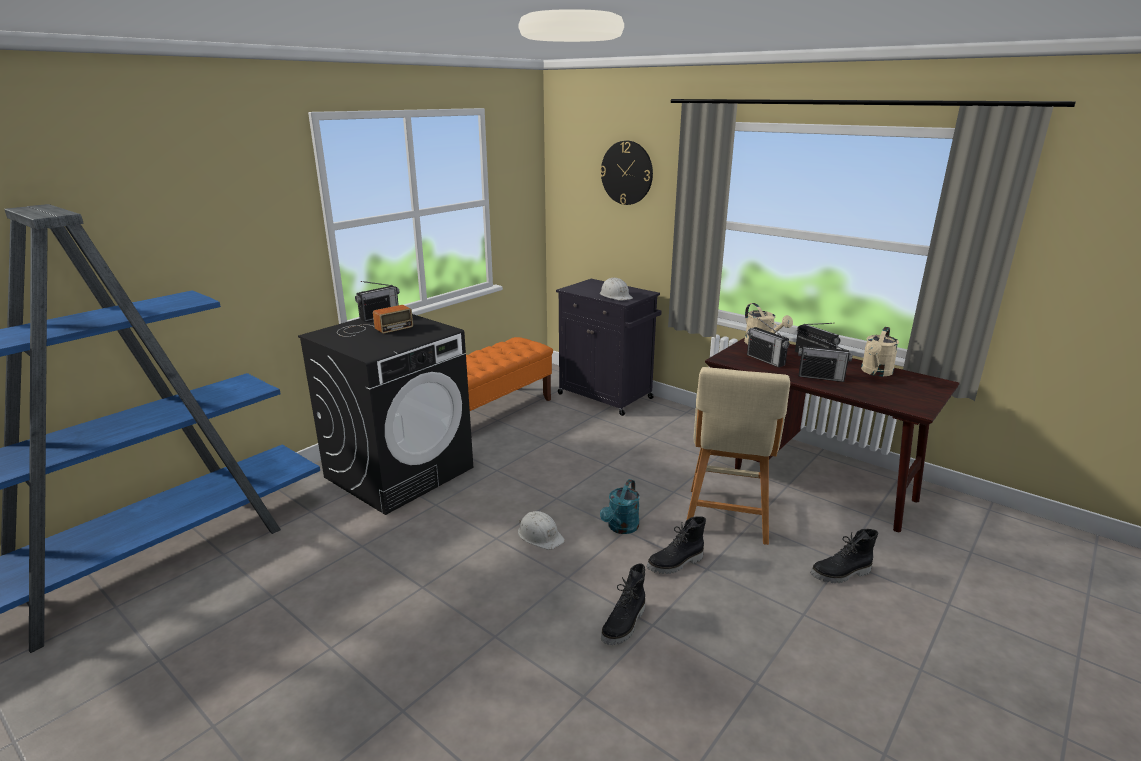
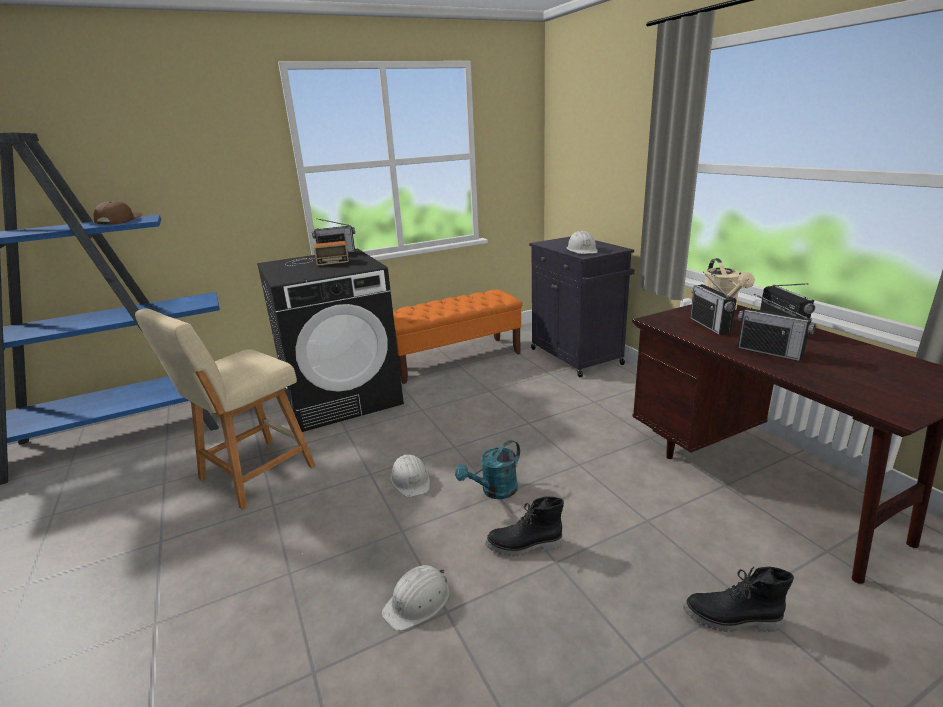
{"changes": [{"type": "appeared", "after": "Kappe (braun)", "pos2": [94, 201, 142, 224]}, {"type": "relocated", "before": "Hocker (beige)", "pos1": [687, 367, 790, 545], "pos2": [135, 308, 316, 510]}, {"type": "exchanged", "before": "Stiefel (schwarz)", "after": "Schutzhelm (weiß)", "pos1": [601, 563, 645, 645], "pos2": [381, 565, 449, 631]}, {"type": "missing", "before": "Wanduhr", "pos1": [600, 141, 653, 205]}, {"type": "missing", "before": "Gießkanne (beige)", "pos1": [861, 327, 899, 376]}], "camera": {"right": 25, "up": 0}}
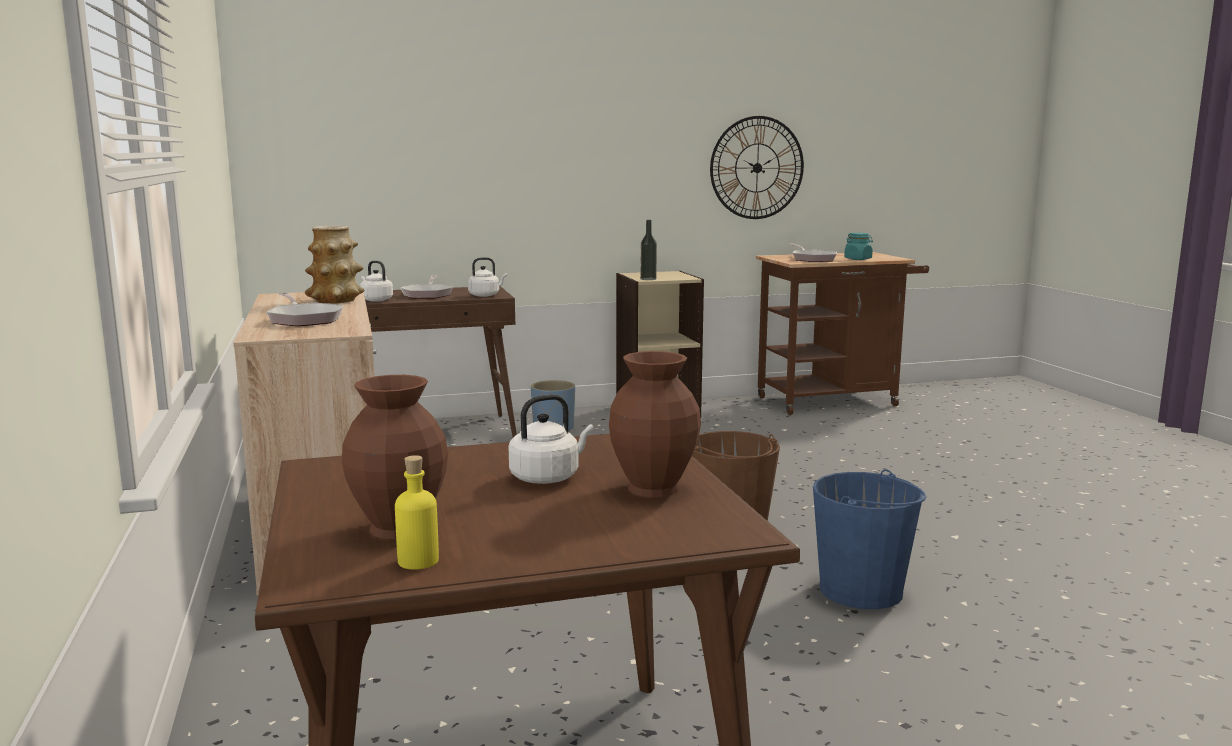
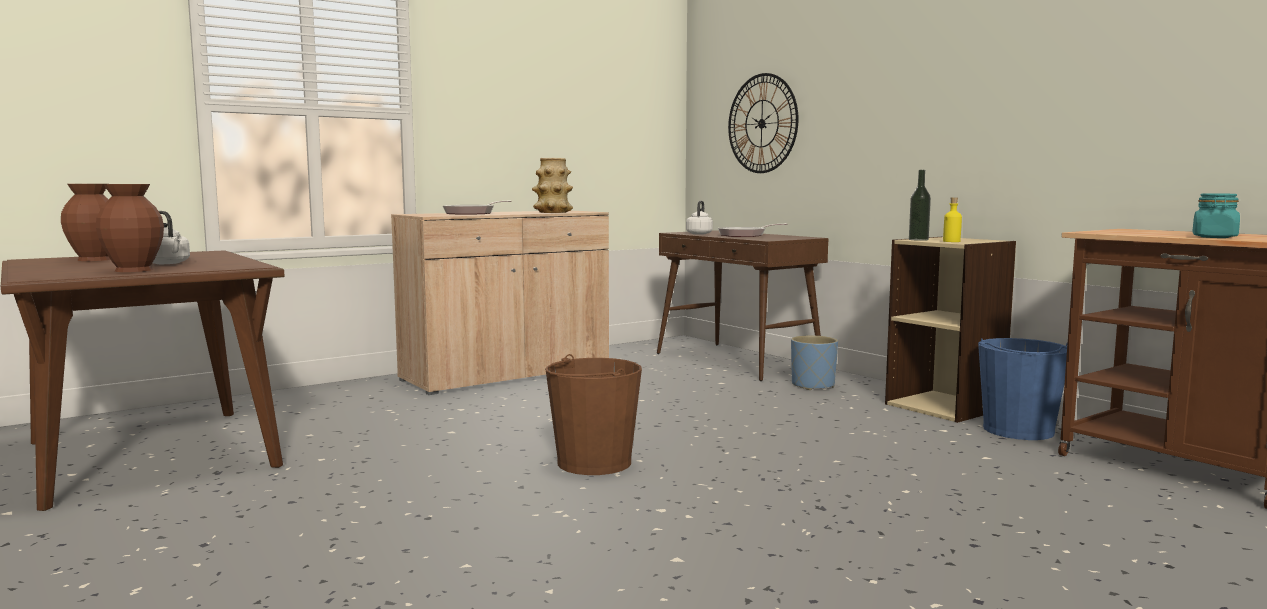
{"changes": [{"type": "relocated", "before": "Wanduhr", "pos1": [710, 116, 804, 219], "pos2": [728, 73, 798, 173]}, {"type": "relocated", "before": "Flasche (gelb)", "pos1": [395, 455, 439, 570], "pos2": [943, 197, 962, 242]}, {"type": "relocated", "before": "Eimer (blau)", "pos1": [813, 469, 926, 609], "pos2": [978, 338, 1068, 440]}, {"type": "missing", "before": "Wasserkessel (weiß)", "pos1": [468, 257, 507, 297]}, {"type": "missing", "before": "Pfanne", "pos1": [789, 244, 837, 262]}], "camera": {"right": 70, "up": -5}}
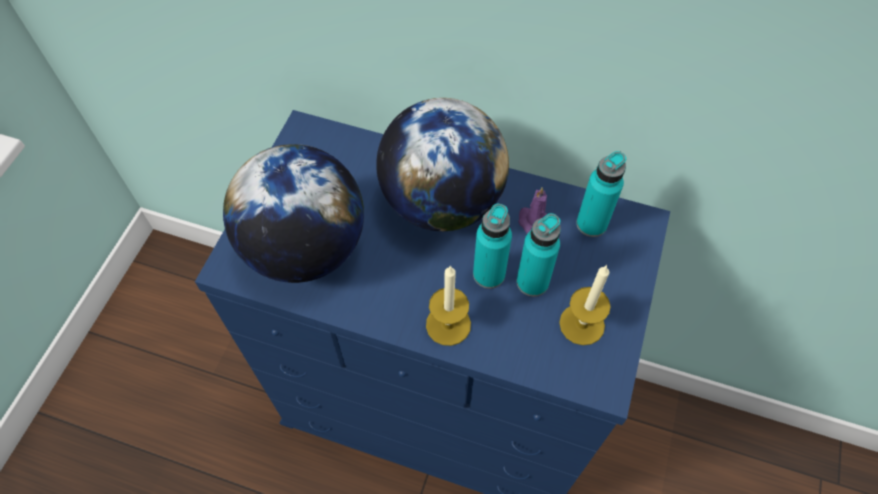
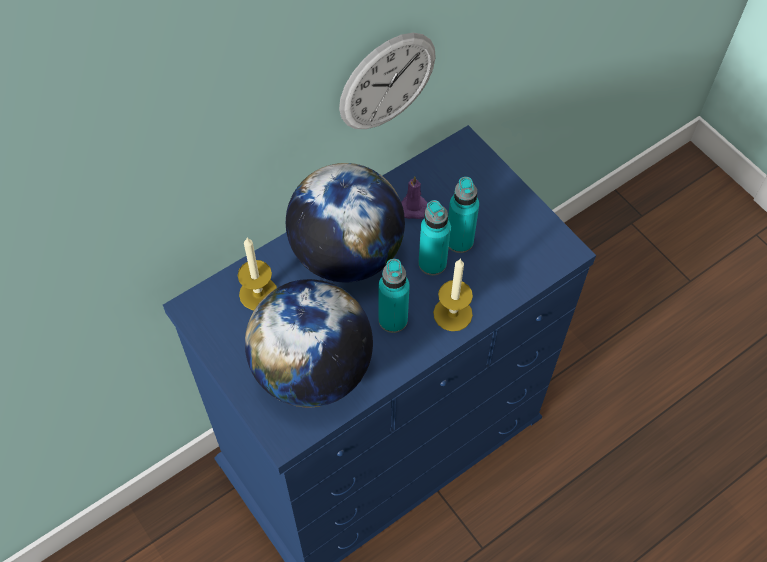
{"changes": [{"type": "relocated", "before": "Kerze", "pos1": [559, 265, 611, 345], "pos2": [238, 238, 277, 310]}, {"type": "appeared", "after": "Wanduhr", "pos2": [339, 33, 436, 129]}, {"type": "relocated", "before": "Flasche (türkis)", "pos1": [576, 151, 626, 237], "pos2": [378, 259, 410, 333]}], "camera": {"right": -55, "up": 0}}
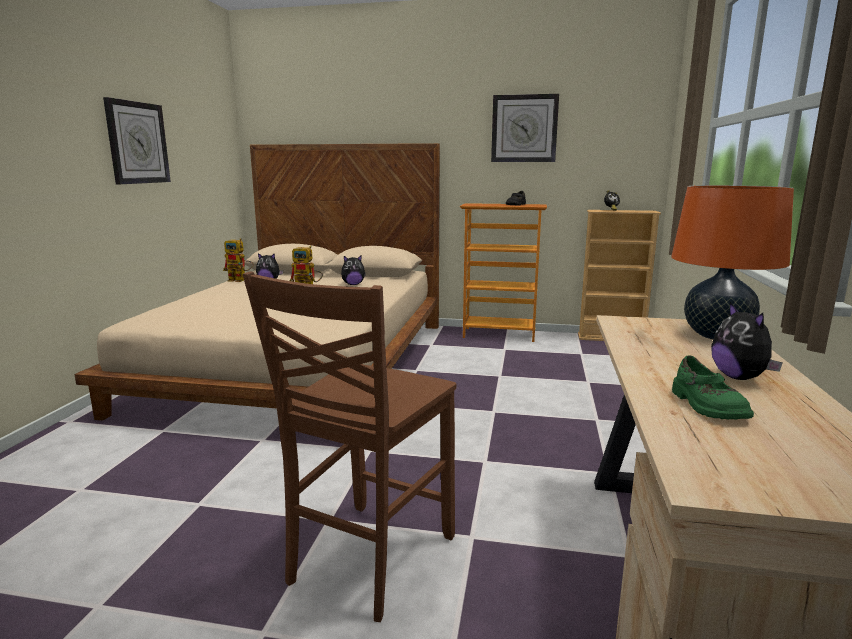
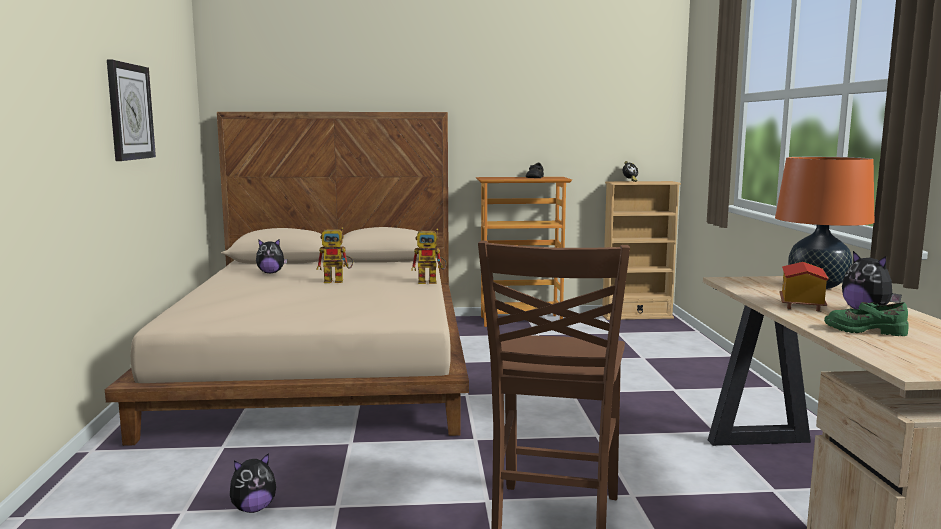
{"changes": [{"type": "relocated", "before": "Plüschtier", "pos1": [341, 255, 366, 285], "pos2": [230, 453, 276, 513]}, {"type": "relocated", "before": "Spielzeugroboter", "pos1": [223, 238, 254, 282], "pos2": [411, 229, 447, 284]}, {"type": "appeared", "after": "Spielzeughaus", "pos2": [779, 262, 829, 311]}, {"type": "spun", "before": "Schuh (grün)", "pos1": [672, 355, 754, 420], "pos2": [824, 302, 909, 336], "turn": 135}, {"type": "missing", "before": "Wanduhr", "pos1": [491, 94, 559, 162]}], "camera": {"right": -15, "up": -5}}
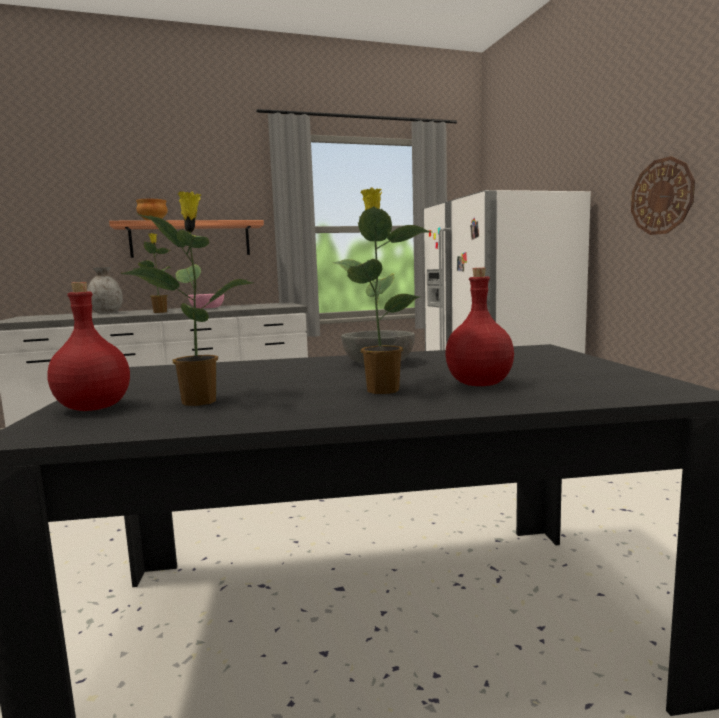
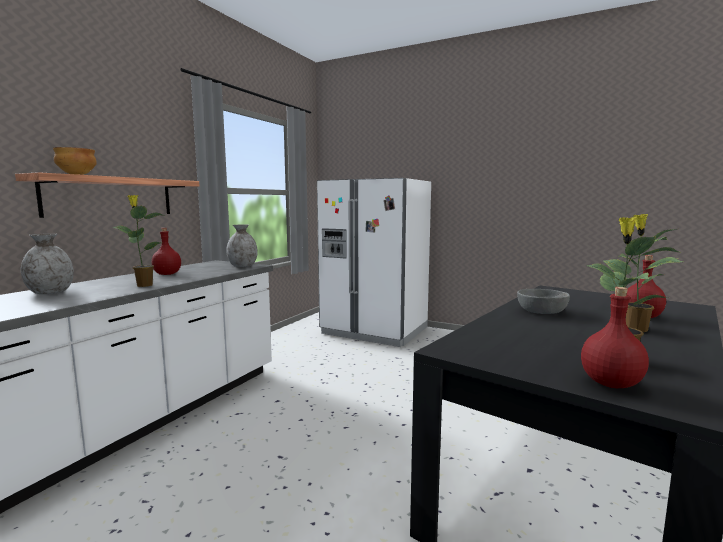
{"changes": [{"type": "exchanged", "before": "Schüssel (rosa)", "after": "Flasche (rot)", "pos1": [188, 294, 224, 308], "pos2": [152, 228, 181, 275]}, {"type": "appeared", "after": "Vase (grau)", "pos2": [226, 224, 258, 267]}, {"type": "missing", "before": "Wanduhr", "pos1": [631, 156, 695, 235]}], "camera": {"right": -45, "up": 0}}
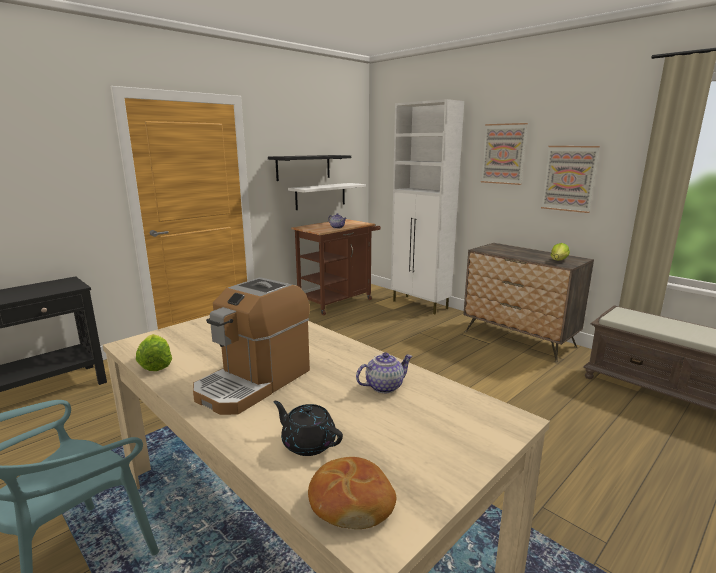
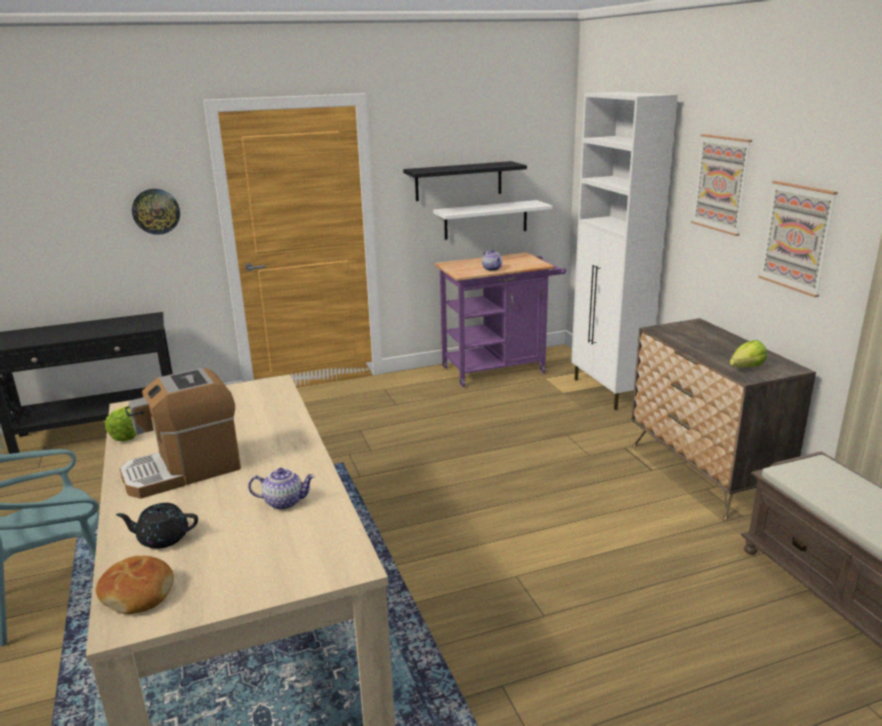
{"changes": [{"type": "spun", "before": "Teekanne (schwarz)", "pos1": [273, 401, 343, 456], "pos2": [116, 503, 198, 549], "turn": -60}, {"type": "appeared", "after": "Wanduhr", "pos2": [132, 189, 180, 235]}, {"type": "colour", "before": "Rollwagen (braun)", "after": "Rollwagen (lila)", "pos1": [291, 219, 381, 315], "pos2": [435, 252, 566, 387]}], "camera": {"right": 25, "up": 5}}
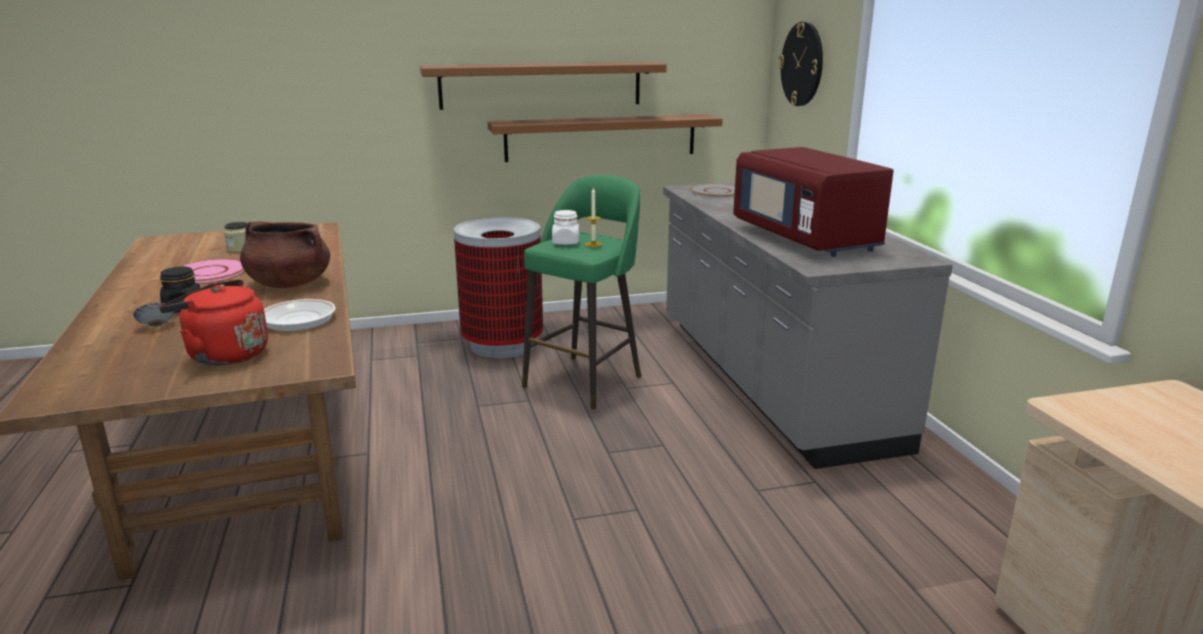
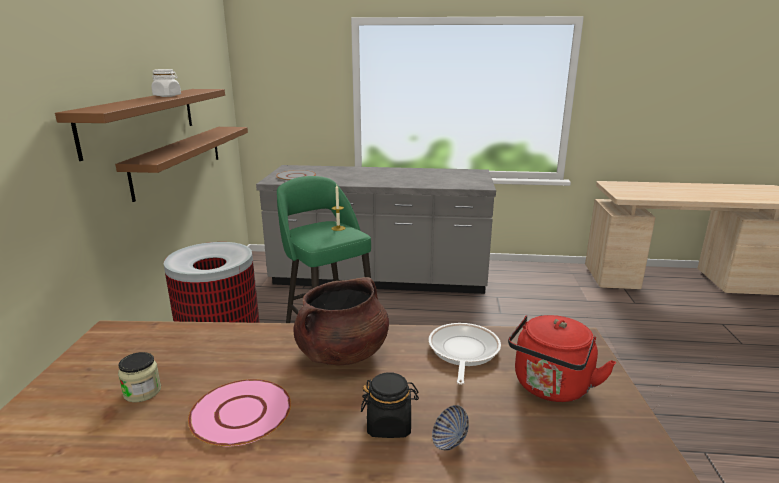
{"changes": [{"type": "relocated", "before": "Vorratsglas (weiß)", "pos1": [552, 210, 579, 245], "pos2": [151, 69, 181, 97]}, {"type": "missing", "before": "Mikrowelle (rot)", "pos1": [733, 147, 894, 257]}, {"type": "missing", "before": "Wanduhr", "pos1": [779, 22, 823, 106]}], "camera": {"right": -70, "up": 0}}
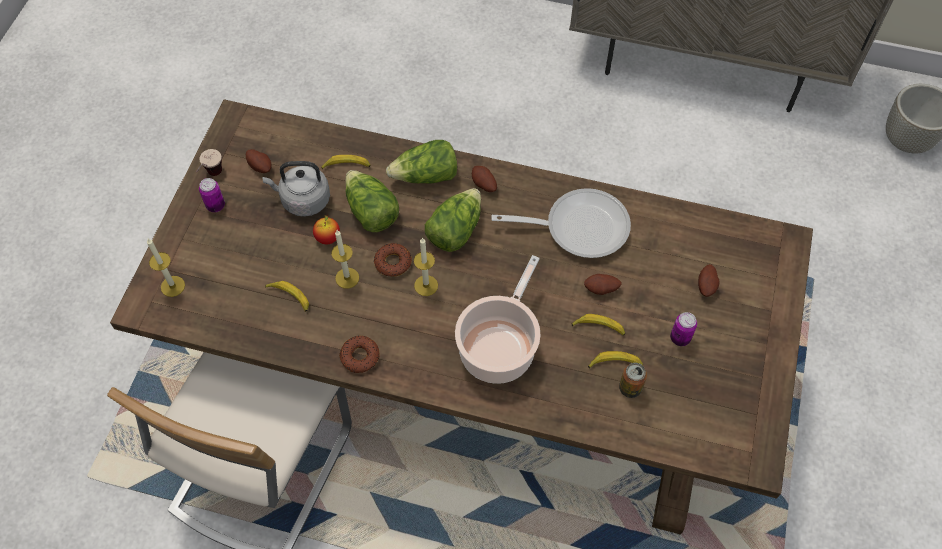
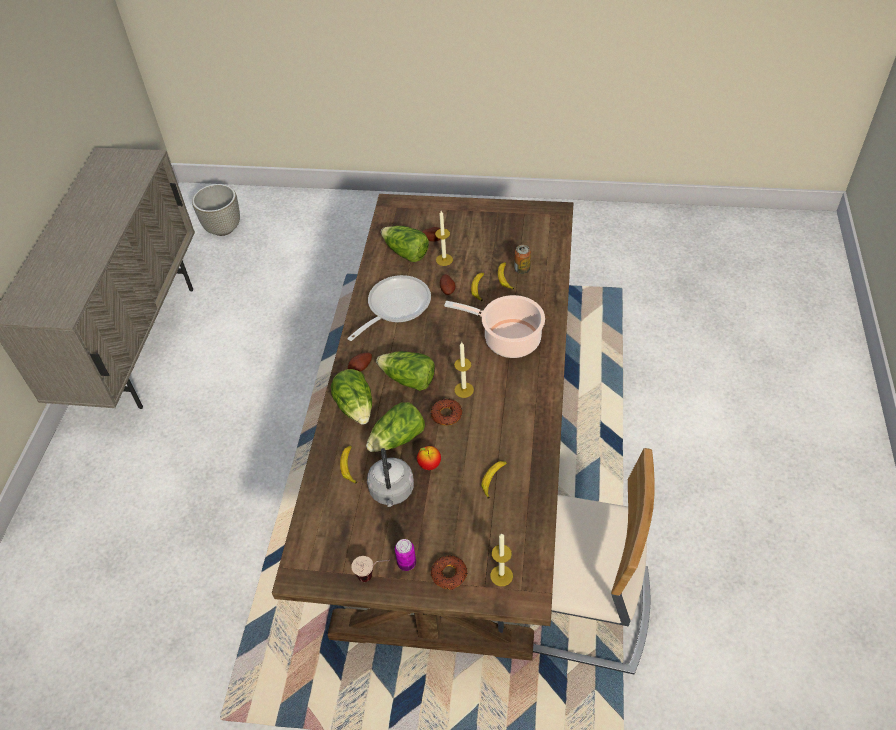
{"changes": [{"type": "spun", "before": "Pfanne", "pos1": [491, 188, 631, 258], "pos2": [347, 275, 431, 341], "turn": 45}, {"type": "appeared", "after": "Salatkopf", "pos2": [381, 226, 429, 262]}, {"type": "relocated", "before": "Donut", "pos1": [339, 336, 380, 373], "pos2": [431, 555, 467, 590]}, {"type": "relocated", "before": "Kerze", "pos1": [331, 230, 359, 289], "pos2": [435, 211, 453, 266]}, {"type": "missing", "before": "Kartoffel", "pos1": [246, 149, 271, 173]}, {"type": "missing", "before": "Dose", "pos1": [670, 312, 697, 346]}], "camera": {"right": -95, "up": -10}}
